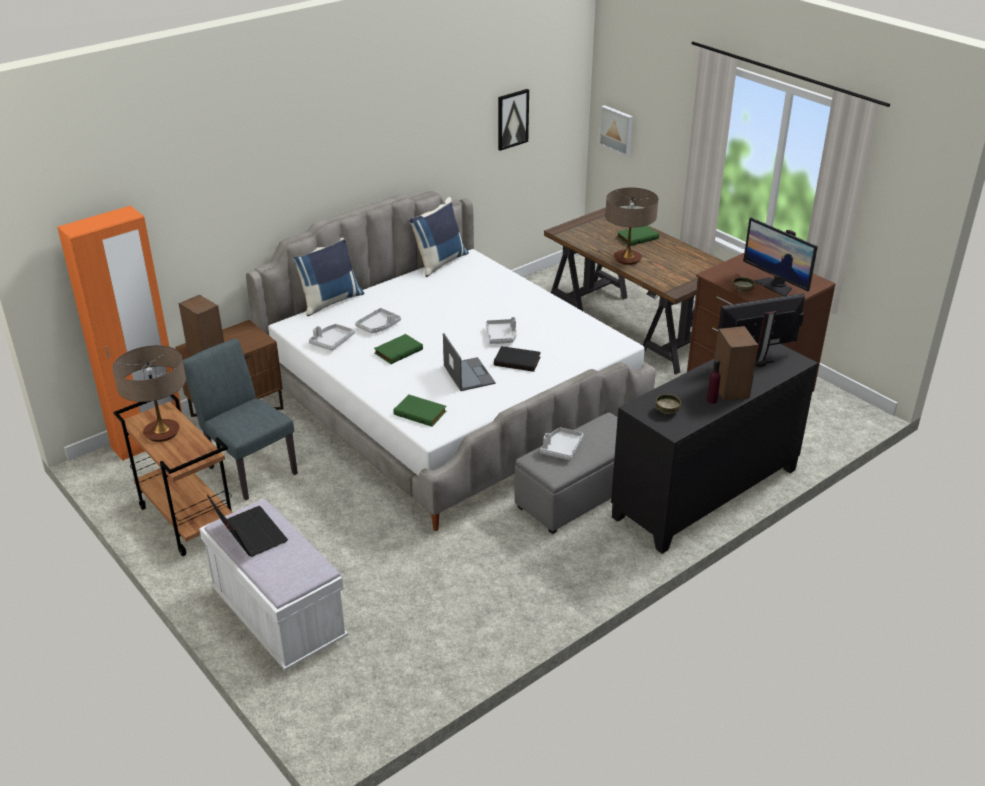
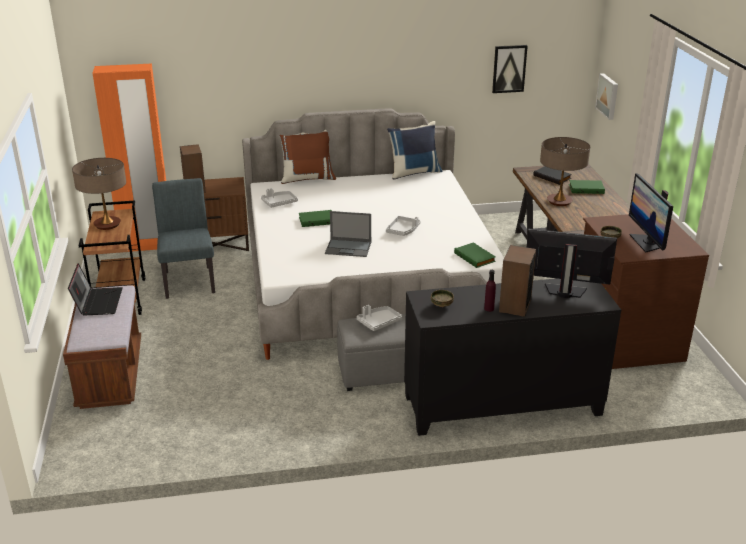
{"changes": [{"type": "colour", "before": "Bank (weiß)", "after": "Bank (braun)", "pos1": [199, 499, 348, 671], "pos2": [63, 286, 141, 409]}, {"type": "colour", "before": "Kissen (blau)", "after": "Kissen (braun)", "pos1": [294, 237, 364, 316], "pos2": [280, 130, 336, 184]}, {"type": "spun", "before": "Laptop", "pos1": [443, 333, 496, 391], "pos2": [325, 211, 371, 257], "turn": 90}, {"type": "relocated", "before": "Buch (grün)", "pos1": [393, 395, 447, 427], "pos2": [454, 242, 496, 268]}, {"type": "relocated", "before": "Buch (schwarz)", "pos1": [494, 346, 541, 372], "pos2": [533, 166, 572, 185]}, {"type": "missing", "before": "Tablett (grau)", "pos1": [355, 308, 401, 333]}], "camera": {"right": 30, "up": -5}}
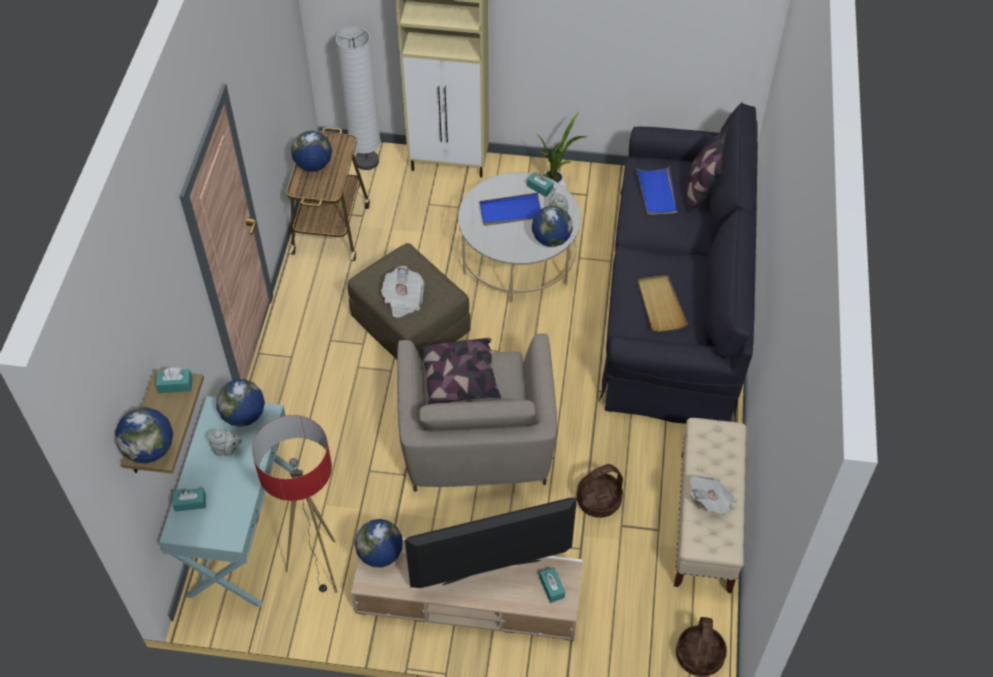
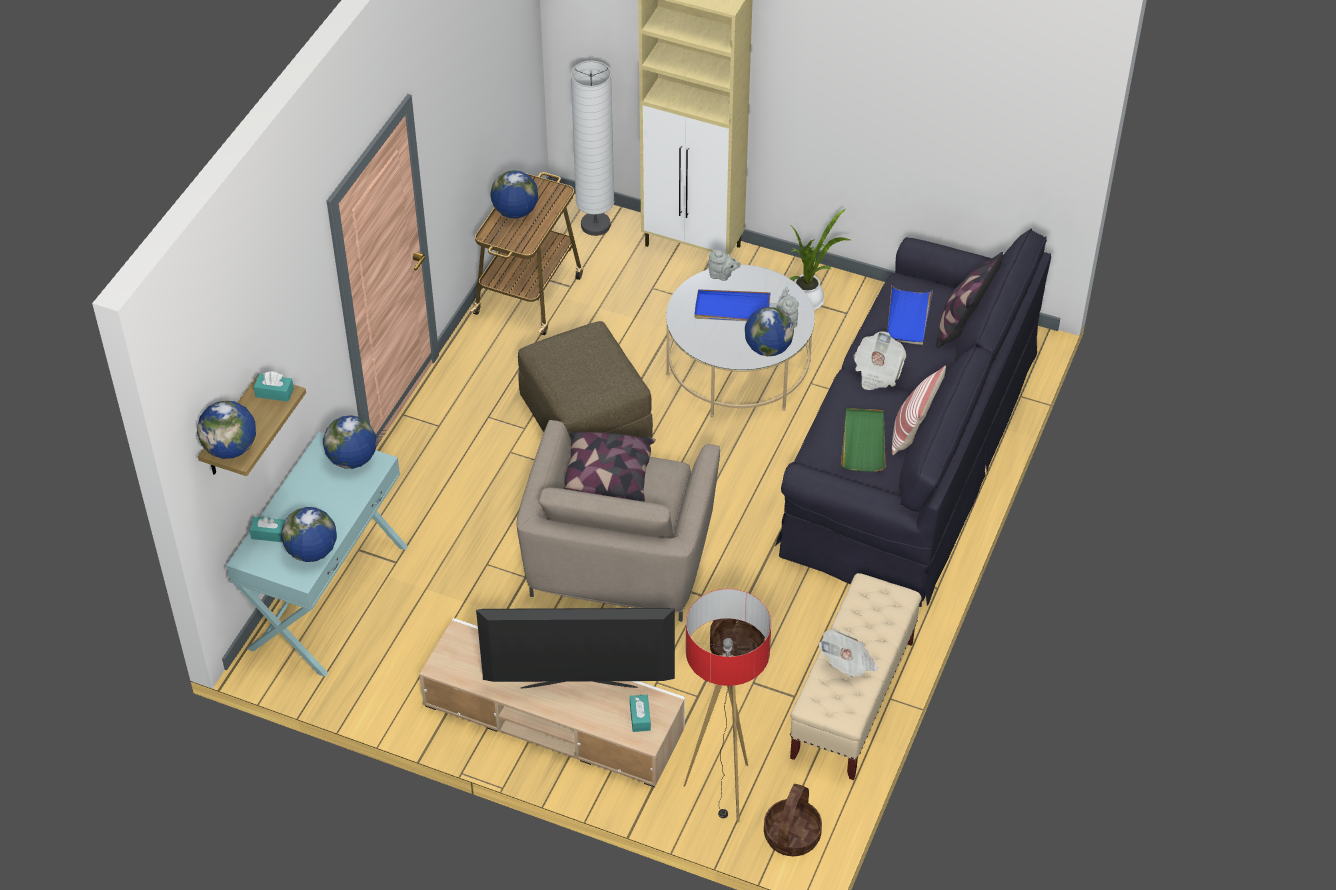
{"changes": [{"type": "relocated", "before": "Globus", "pos1": [355, 519, 403, 567], "pos2": [281, 507, 337, 562]}, {"type": "relocated", "before": "Stehlampe", "pos1": [252, 415, 337, 593], "pos2": [684, 589, 771, 822]}, {"type": "relocated", "before": "Teekanne (grau)", "pos1": [208, 429, 243, 456], "pos2": [708, 250, 741, 281]}, {"type": "colour", "before": "Tablett (beige)", "after": "Tablett (grün)", "pos1": [638, 275, 688, 332], "pos2": [841, 408, 885, 472]}, {"type": "relocated", "before": "Zeitung", "pos1": [381, 266, 424, 318], "pos2": [854, 331, 906, 390]}, {"type": "appeared", "after": "Kissen", "pos2": [892, 365, 946, 455]}, {"type": "missing", "before": "Taschentuchbox (türkis)", "pos1": [527, 172, 554, 197]}], "camera": {"right": 15, "up": -5}}
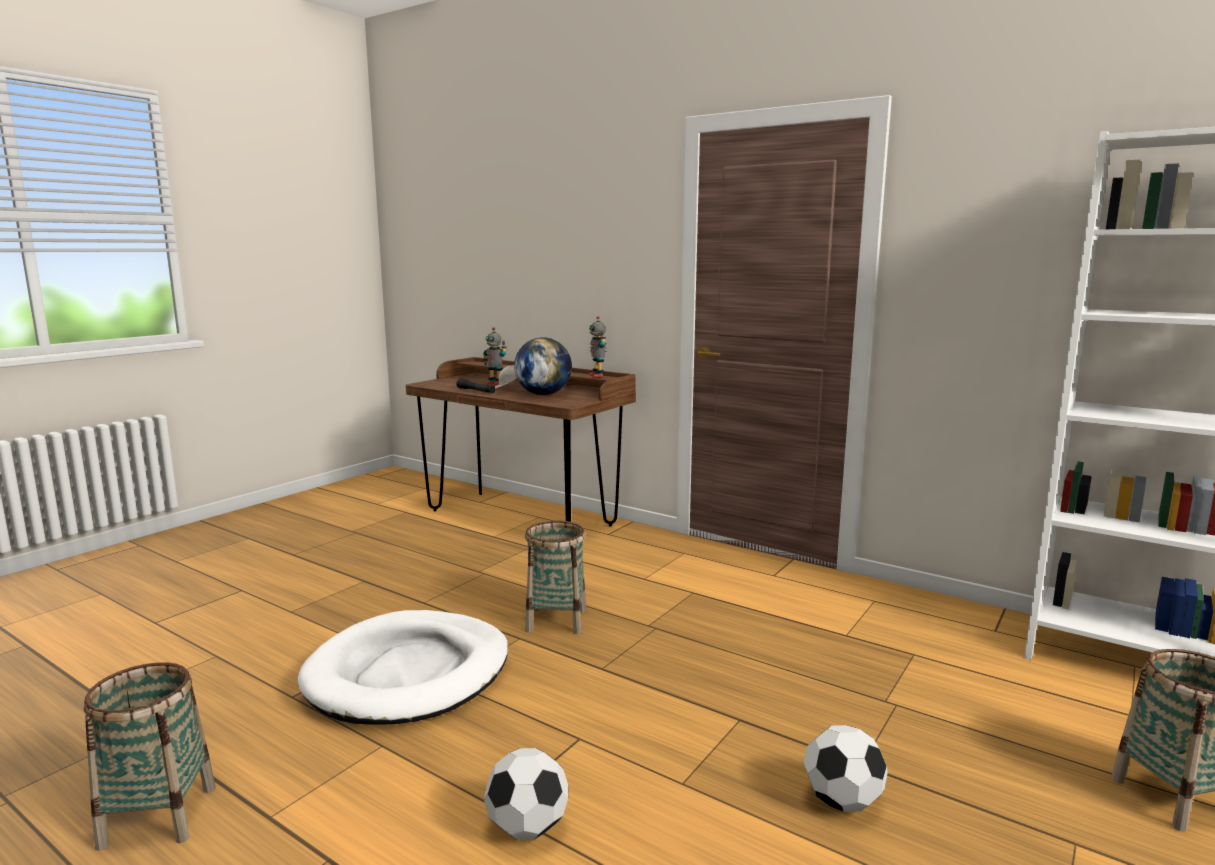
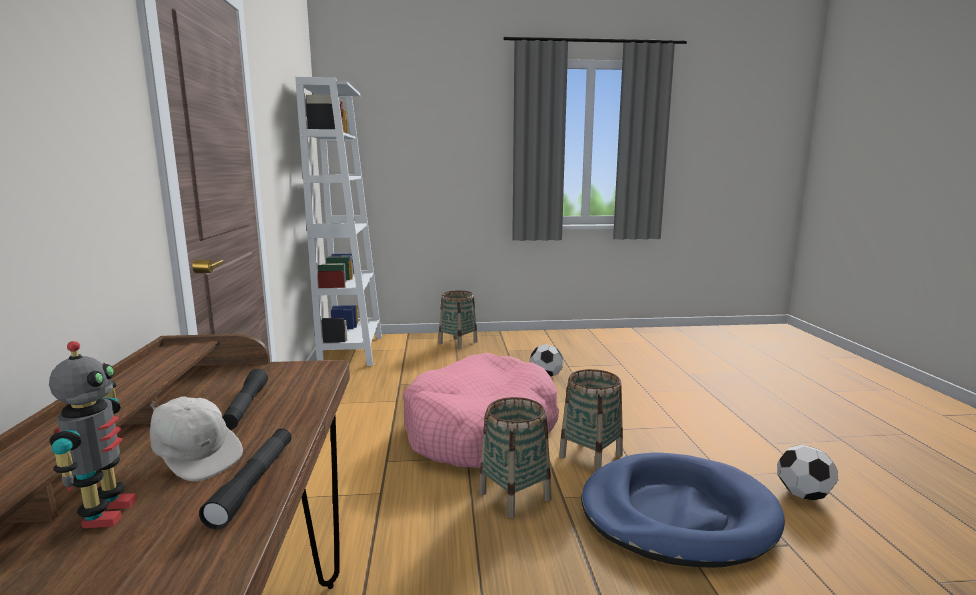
{"changes": [{"type": "exchanged", "before": "Globus", "after": "Taschenlampe (schwarz)", "pos1": [514, 337, 572, 395], "pos2": [222, 369, 268, 430]}, {"type": "appeared", "after": "Hundebett (rosa)", "pos2": [403, 353, 559, 468]}, {"type": "relocated", "before": "Korb", "pos1": [84, 662, 216, 851], "pos2": [559, 369, 623, 471]}, {"type": "colour", "before": "Hundebett (weiß)", "after": "Hundebett (blau)", "pos1": [298, 610, 508, 724], "pos2": [581, 452, 785, 568]}, {"type": "relocated", "before": "Fußball", "pos1": [484, 748, 568, 840], "pos2": [777, 444, 838, 501]}, {"type": "missing", "before": "Spielzeugroboter", "pos1": [589, 316, 606, 377]}], "camera": {"right": -130, "up": 0}}
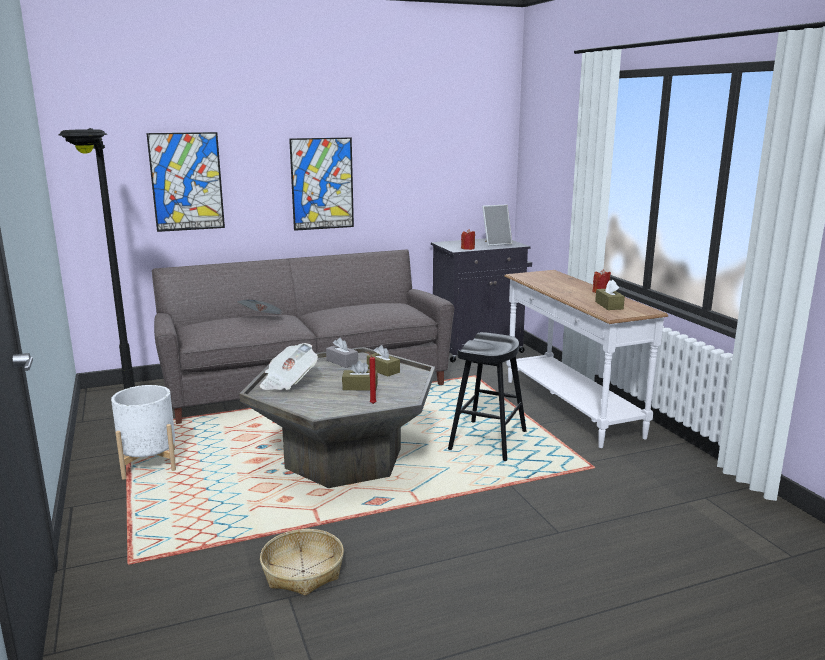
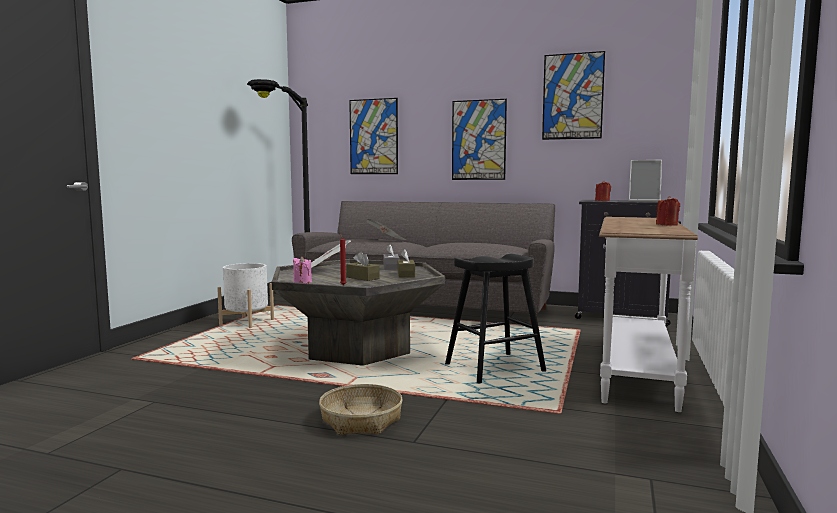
{"changes": [{"type": "appeared", "after": "Kerze (rosa)", "pos2": [293, 256, 312, 283]}, {"type": "relocated", "before": "Korb", "pos1": [260, 529, 344, 596], "pos2": [319, 384, 403, 435]}, {"type": "appeared", "after": "Bild", "pos2": [542, 51, 605, 140]}, {"type": "missing", "before": "Taschentuchbox (braun)", "pos1": [595, 280, 625, 310]}], "camera": {"right": 40, "up": -10}}
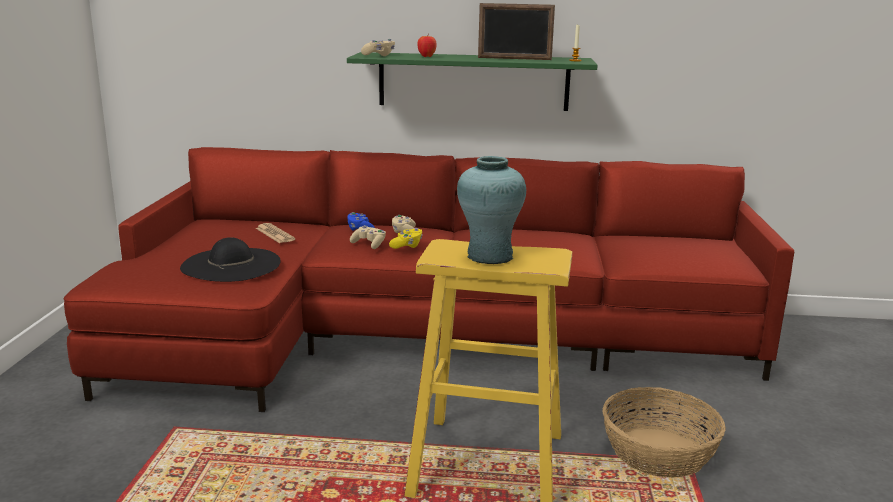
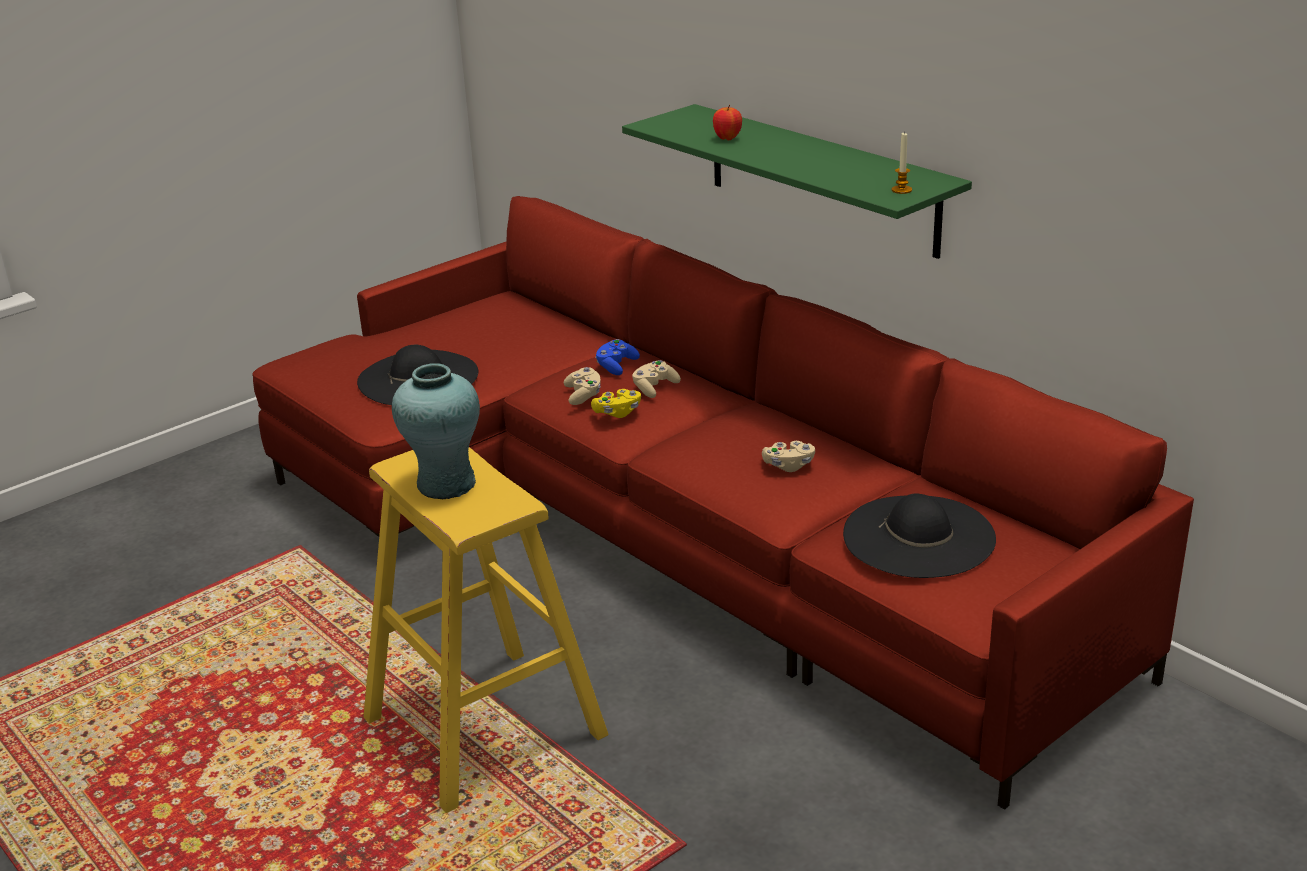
{"changes": [{"type": "relocated", "before": "Gamepad (beige)", "pos1": [361, 39, 395, 56], "pos2": [762, 441, 815, 472]}, {"type": "appeared", "after": "Hut (schwarz)", "pos2": [843, 494, 996, 578]}, {"type": "missing", "before": "Zeitung", "pos1": [256, 223, 295, 243]}, {"type": "missing", "before": "Bilderrahmen", "pos1": [478, 3, 555, 60]}, {"type": "missing", "before": "Korb", "pos1": [602, 387, 726, 478]}], "camera": {"right": 45, "up": 10}}
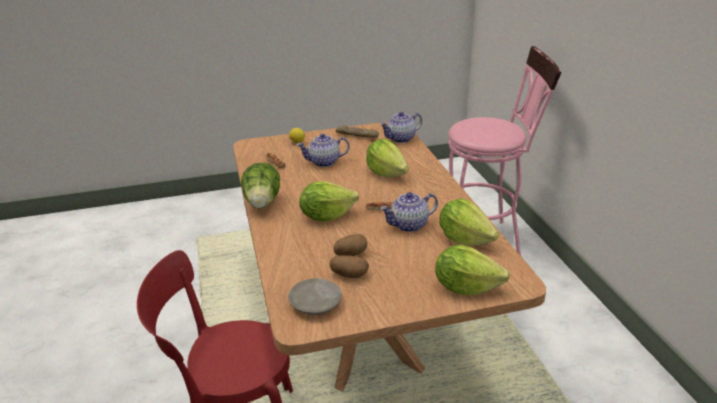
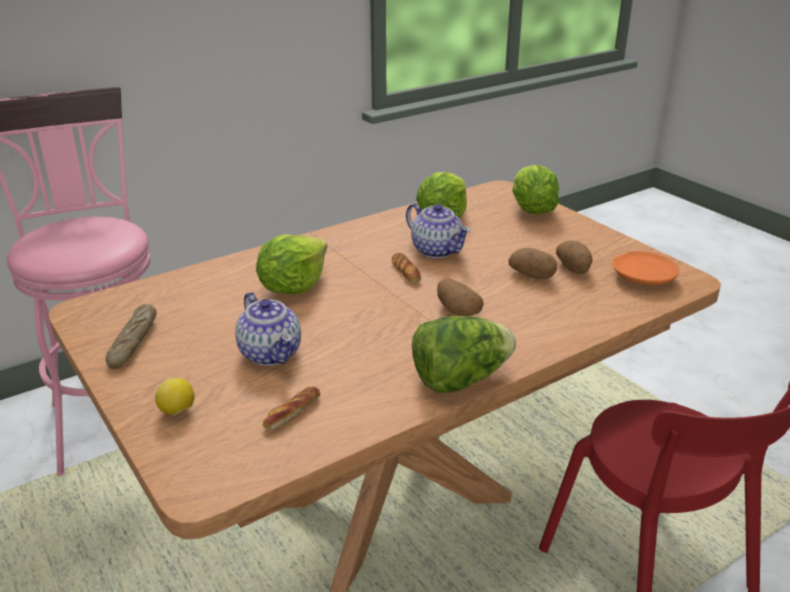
{"changes": [{"type": "exchanged", "before": "Salatkopf", "after": "Kartoffel", "pos1": [299, 181, 359, 221], "pos2": [437, 278, 484, 316]}, {"type": "colour", "before": "Teller (beige)", "after": "Teller (orange)", "pos1": [288, 278, 342, 315], "pos2": [613, 251, 679, 285]}, {"type": "missing", "before": "Teekanne", "pos1": [380, 112, 422, 143]}], "camera": {"right": -110, "up": 0}}
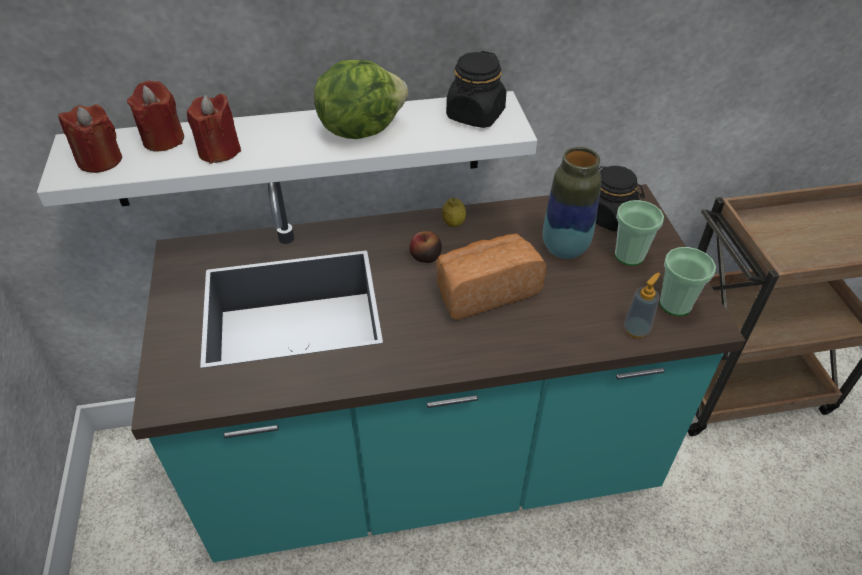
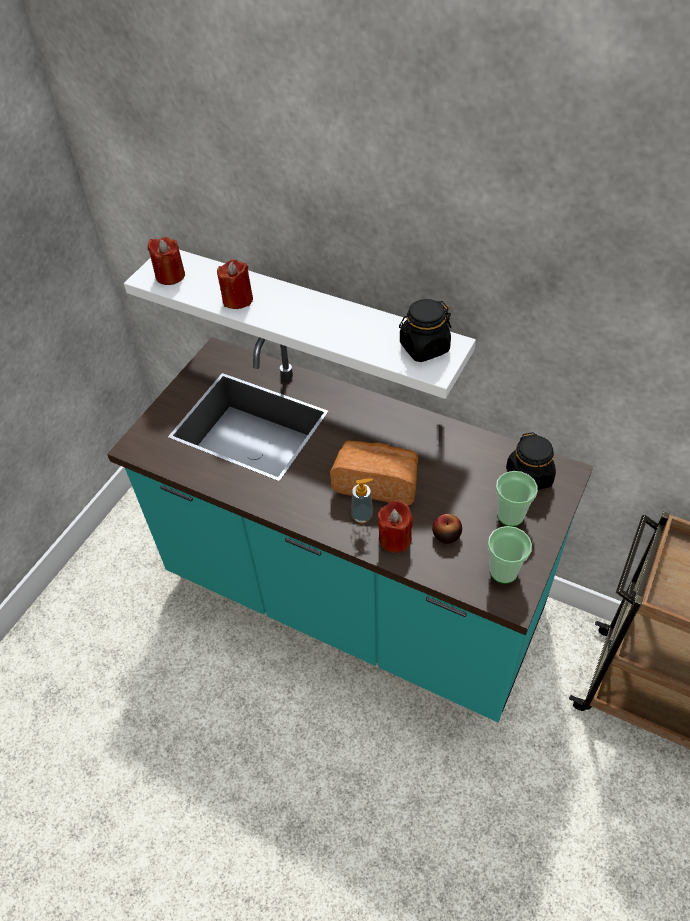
{"changes": [{"type": "relocated", "before": "Seifenspender", "pos1": [624, 272, 661, 338], "pos2": [351, 478, 373, 523]}, {"type": "relocated", "before": "Kerze (rot)", "pos1": [127, 81, 184, 151], "pos2": [378, 500, 413, 552]}, {"type": "relocated", "before": "Apfel", "pos1": [410, 231, 442, 263], "pos2": [432, 514, 462, 544]}, {"type": "missing", "before": "Salatkopf", "pos1": [314, 60, 408, 139]}, {"type": "missing", "before": "Zitrone", "pos1": [442, 198, 466, 227]}, {"type": "missing", "before": "Vase", "pos1": [543, 147, 602, 259]}], "camera": {"right": 40, "up": 5}}
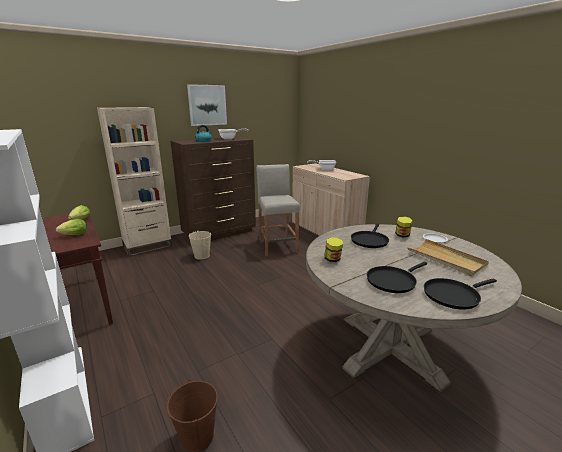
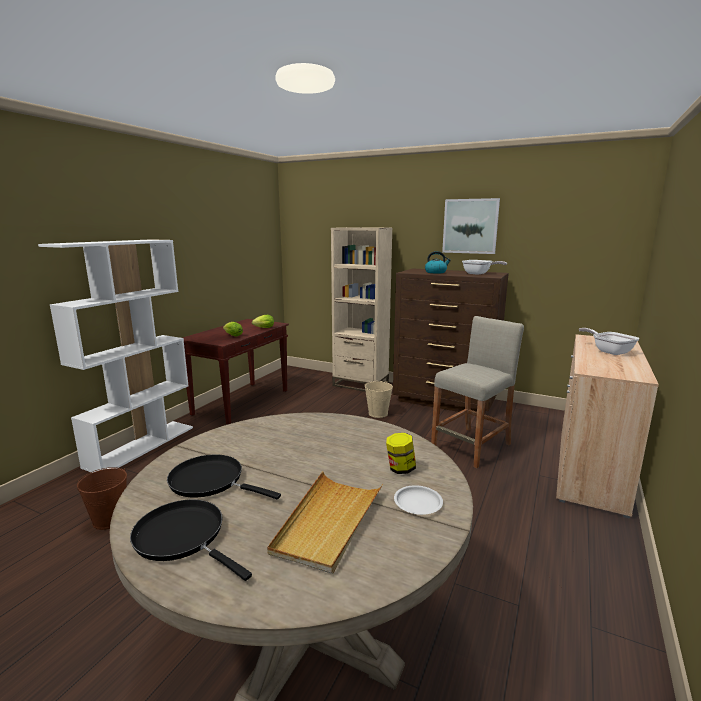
{"changes": [{"type": "missing", "before": "Vorratsglas", "pos1": [324, 237, 343, 262]}, {"type": "missing", "before": "Pfanne (schwarz)", "pos1": [351, 223, 389, 248]}], "camera": {"right": 60, "up": -5}}
